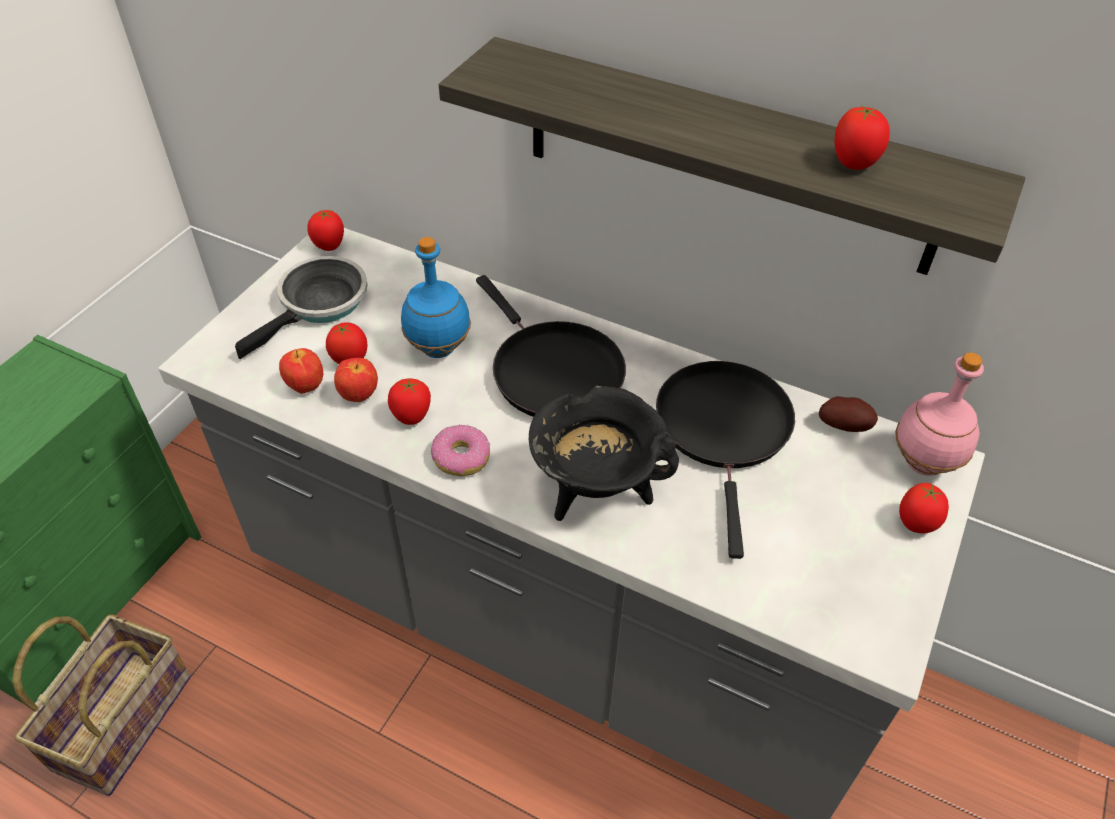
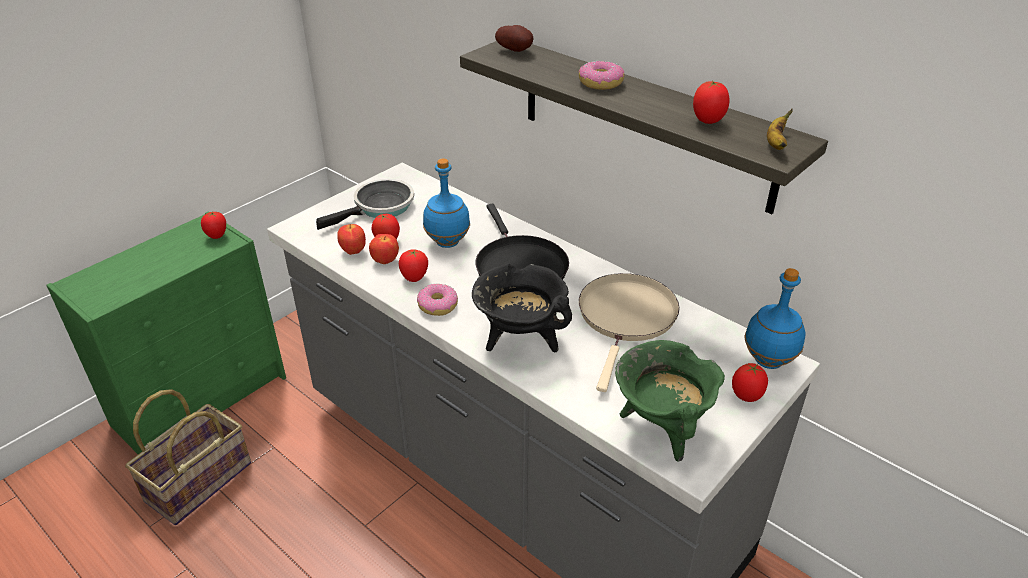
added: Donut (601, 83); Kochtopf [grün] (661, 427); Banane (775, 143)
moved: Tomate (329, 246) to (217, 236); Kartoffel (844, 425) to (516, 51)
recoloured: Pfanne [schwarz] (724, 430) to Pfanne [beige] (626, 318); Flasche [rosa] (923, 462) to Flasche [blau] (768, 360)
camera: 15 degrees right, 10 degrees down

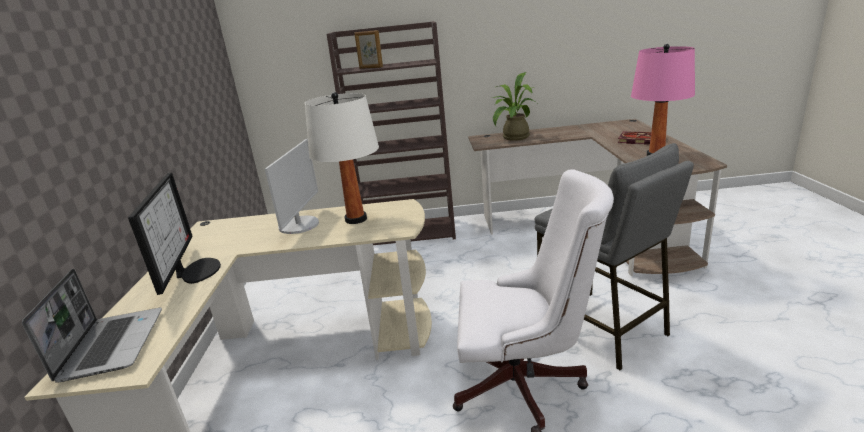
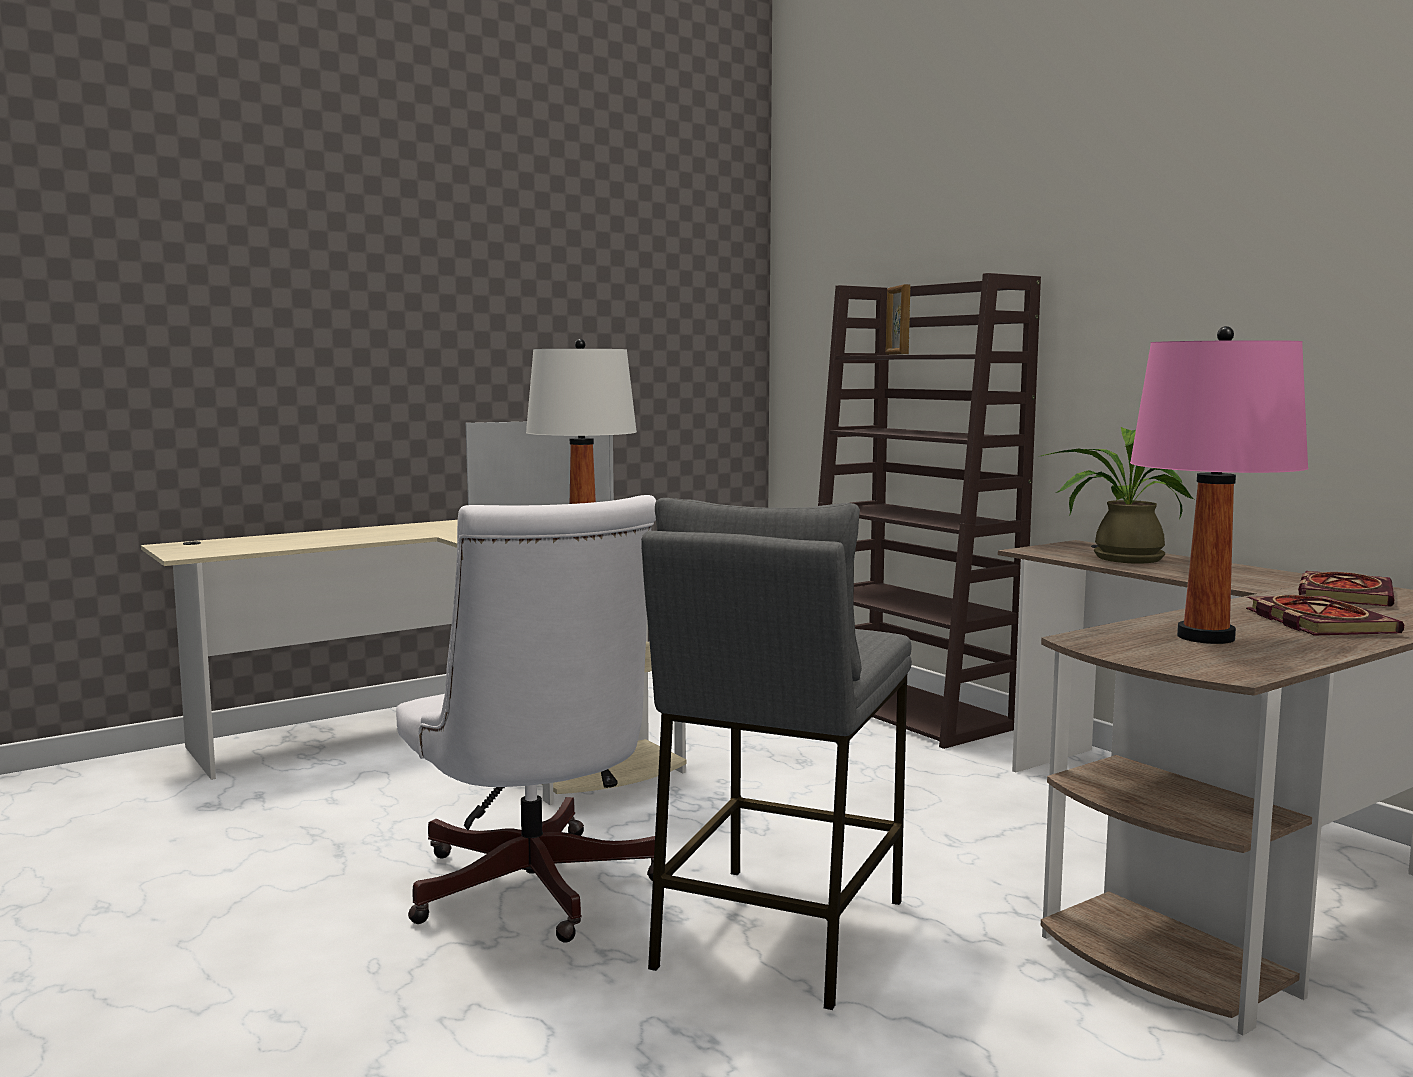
removed: Laptop (112, 344); Monitor (195, 271)
added: Buch (1343, 594)
camera: 55 degrees right, 15 degrees down

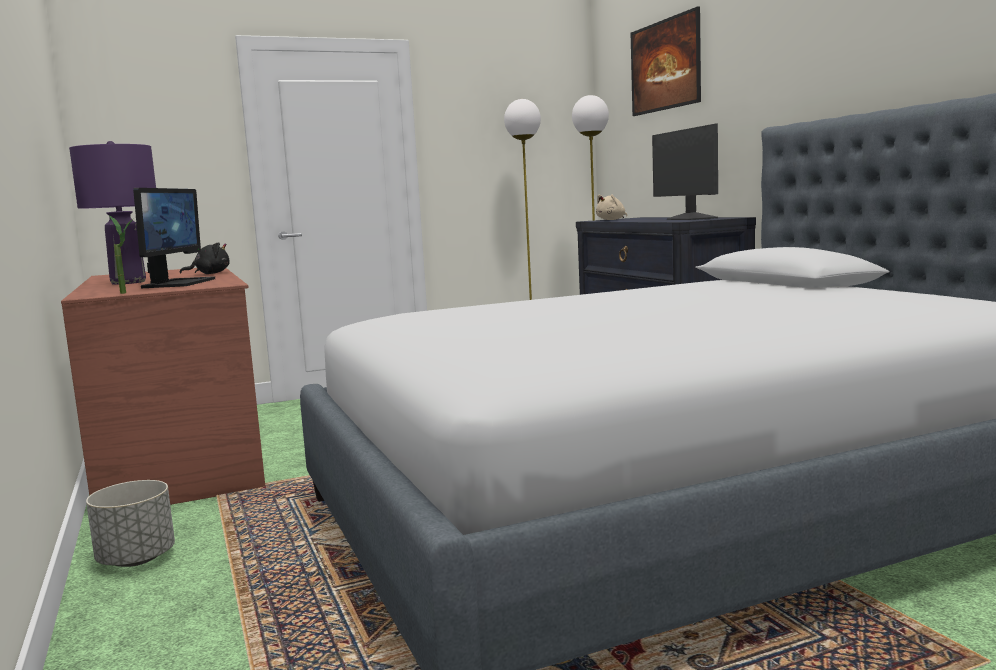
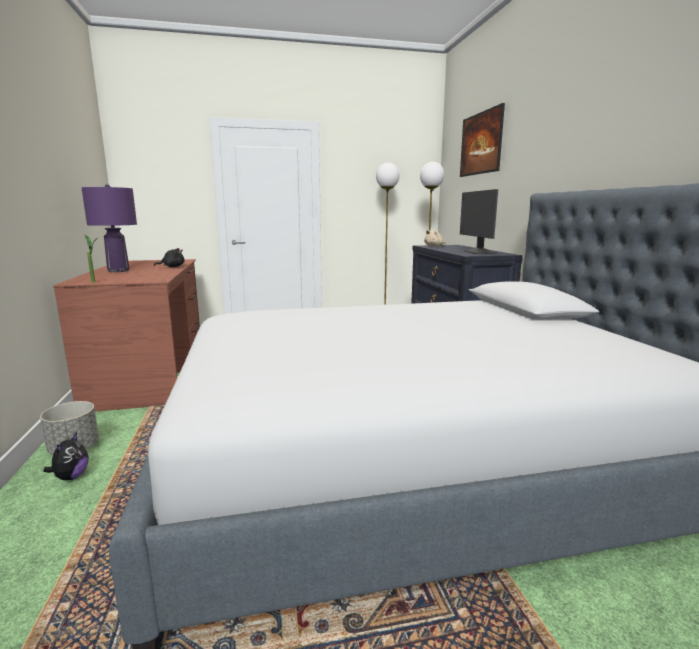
removed: Monitor (178, 283)
added: Plüschtier (71, 477)
camera: 10 degrees right, 5 degrees up

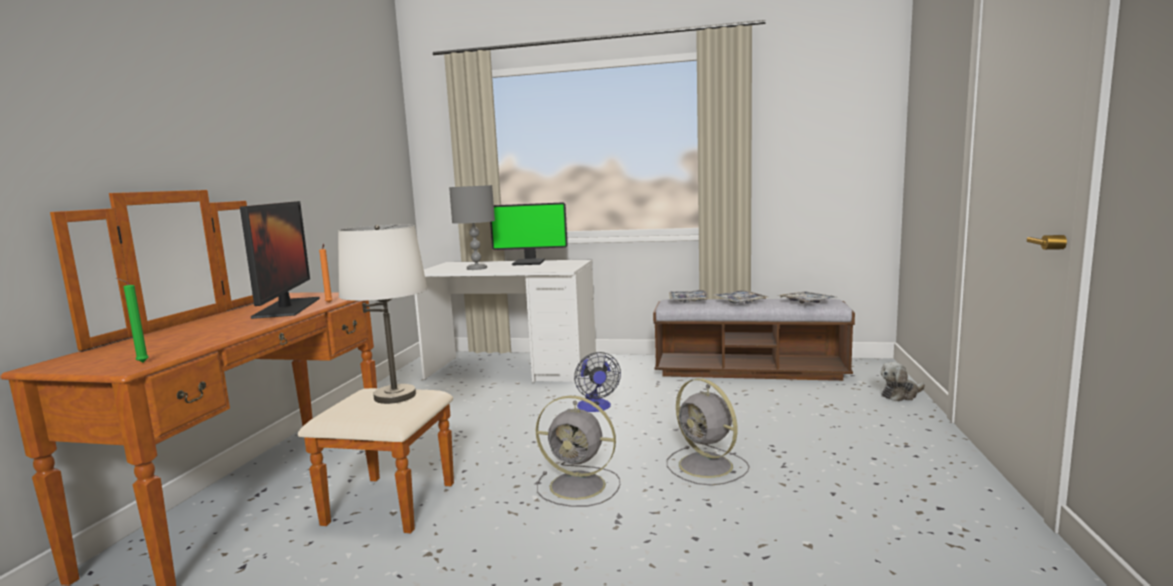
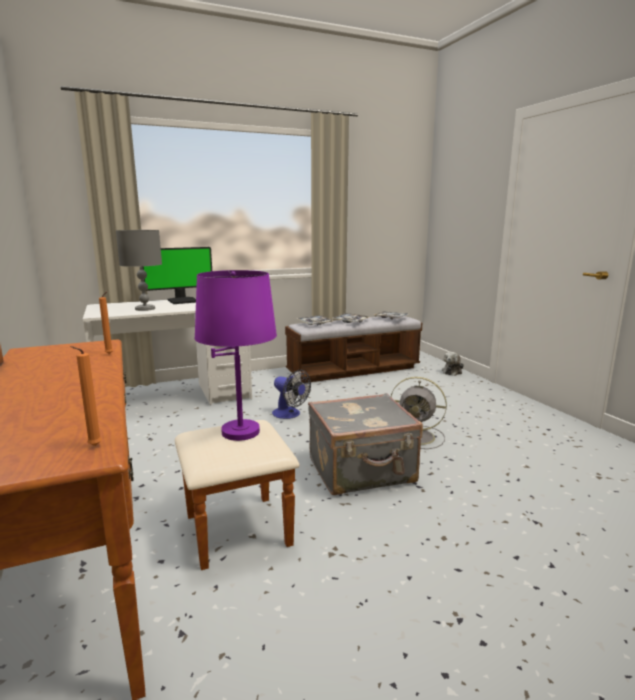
removed: Monitor (287, 308)
replaced: Ventilator [grau] (580, 486) to Koffer [grau] (362, 471)
recoloured: Kerze [grün] (140, 363) to Kerze [orange] (93, 446); Tischlampe [weiß] (395, 396) to Tischlampe [lila] (240, 432)
camera: 35 degrees left, 5 degrees up

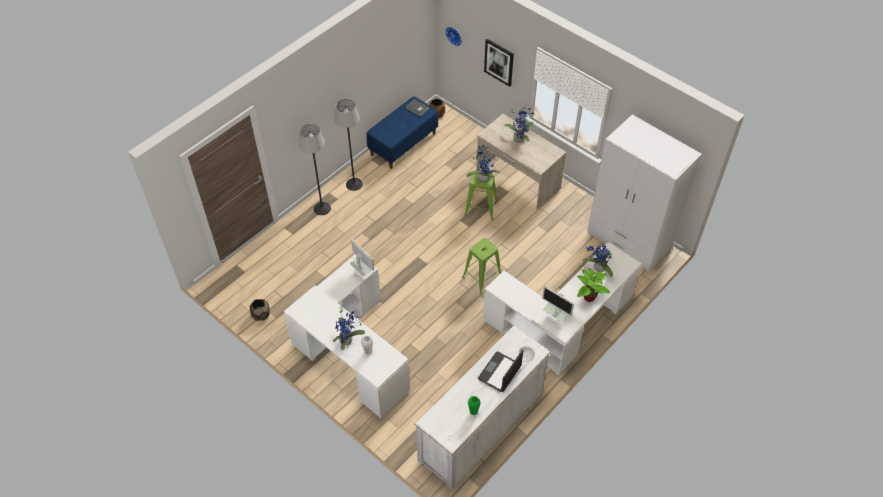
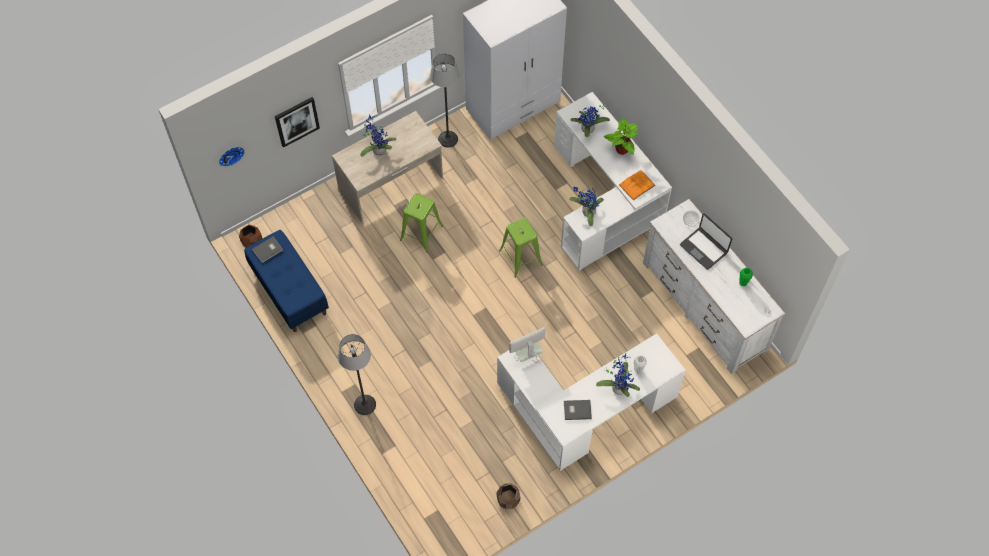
added: Buch [grau] (577, 409)
moved: Stehlampe (354, 184) to (447, 139); Topfpflanze (483, 177) to (587, 212)
replaced: Monitor (556, 315) to Buch [orange] (637, 185)
camera: 75 degrees left, 10 degrees up

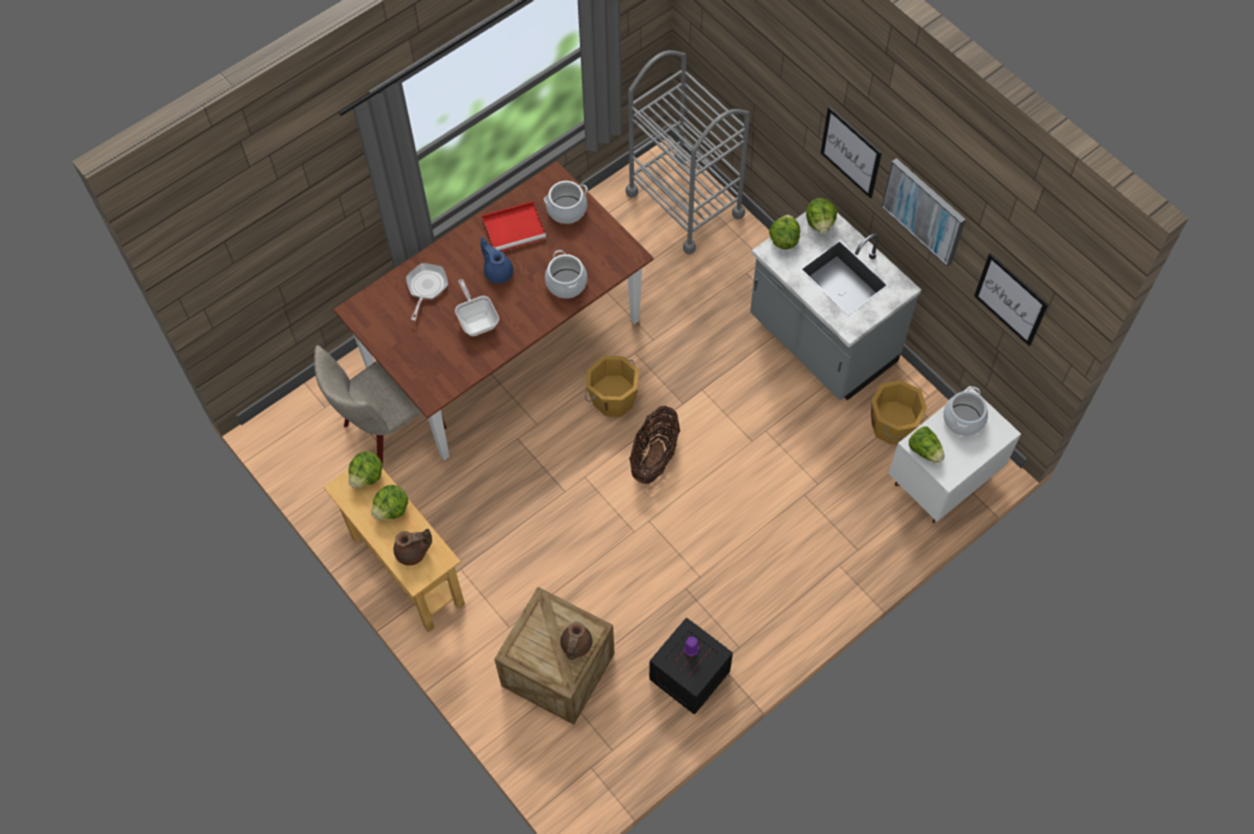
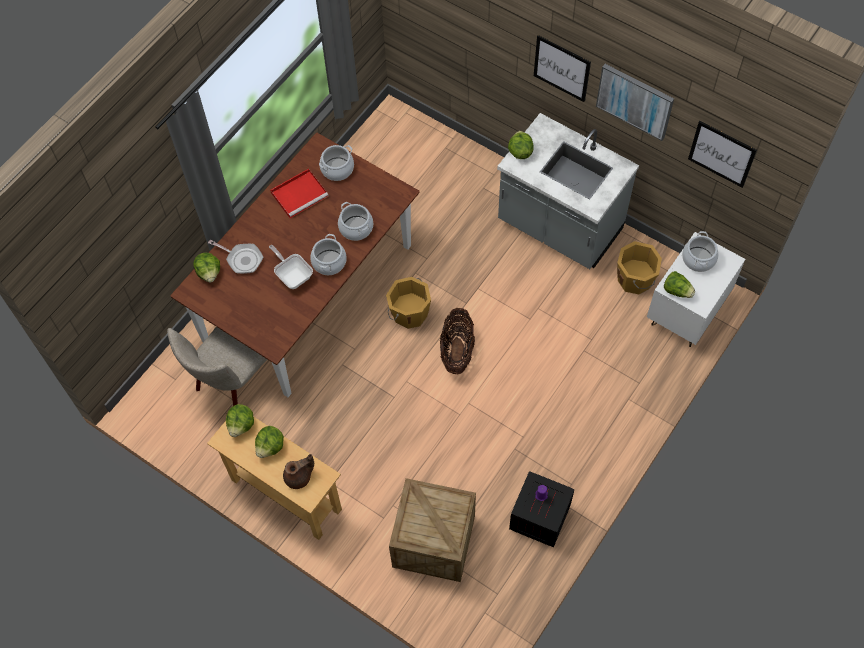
removed: Teekanne [blau] (498, 272); Teekanne [braun] (575, 645); Rollwagen [grau] (685, 203)
added: Kochtopf (329, 262)
moved: Salatkopf (820, 223) to (209, 273)
turned: Pfanne (426, 288) = (242, 259) 120 degrees clockwise
camera: 15 degrees left, 0 degrees up

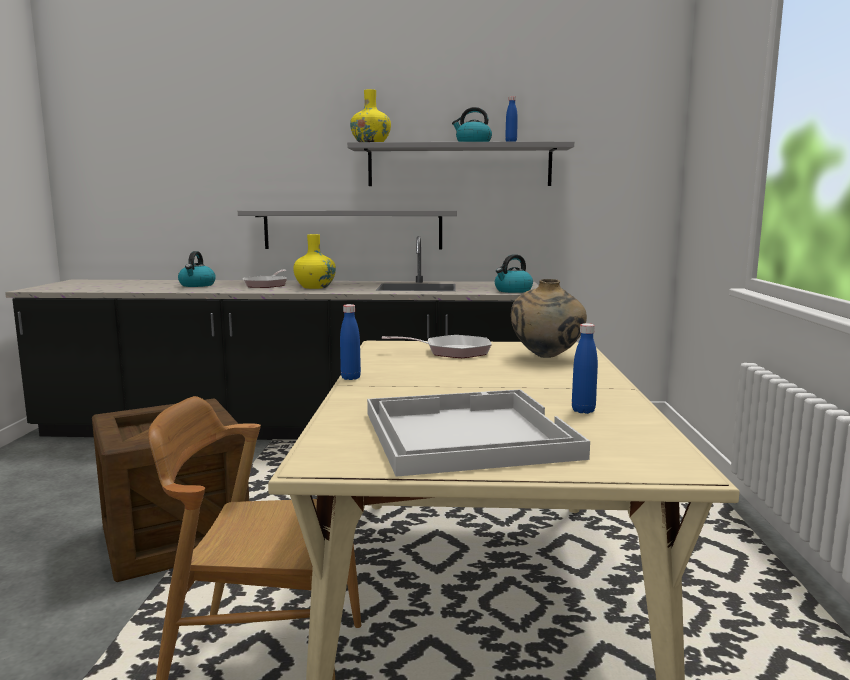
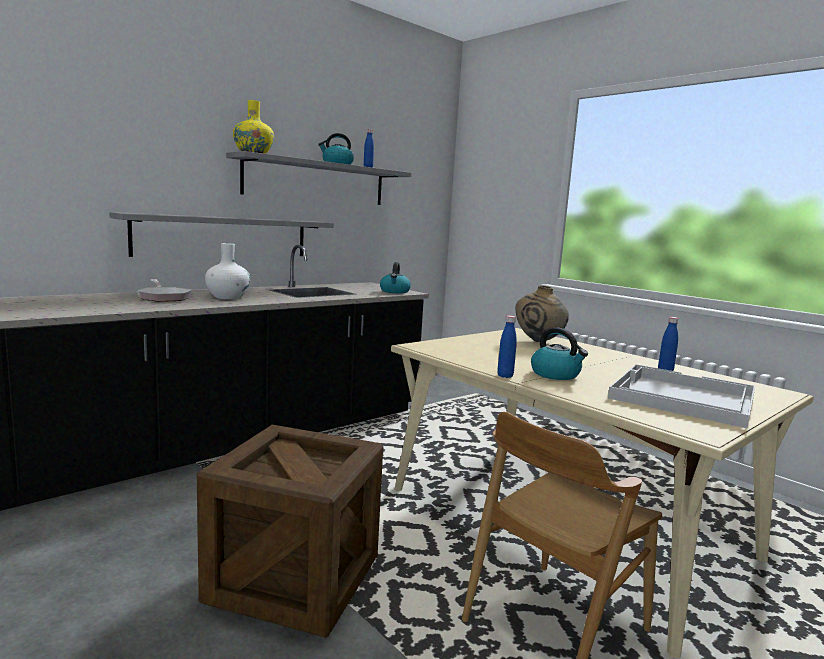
removed: Pfanne (452, 352)
moved: Wasserkessel (197, 285) to (556, 374)
recoloured: Vase [gelb] (315, 287) to Vase [weiß] (227, 297)
camera: 45 degrees left, 0 degrees up

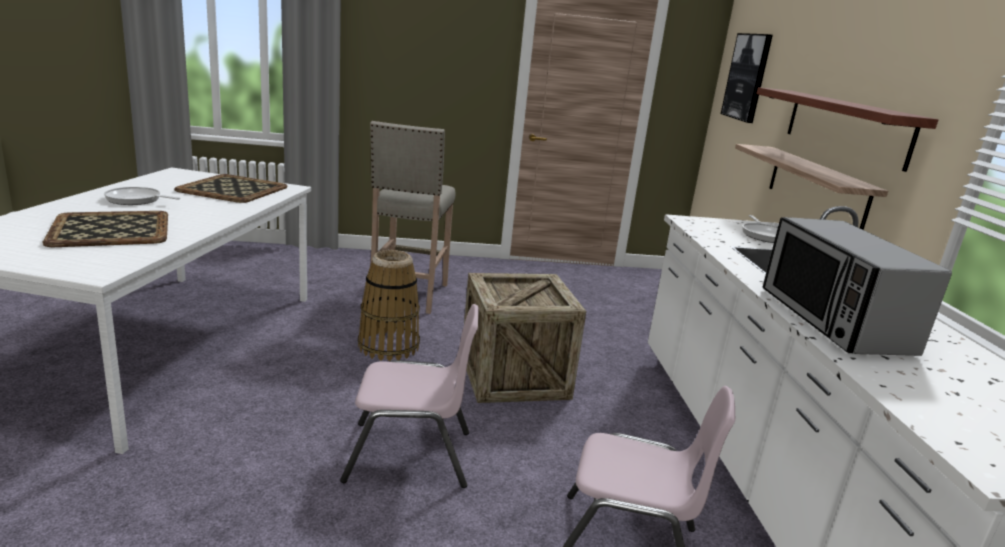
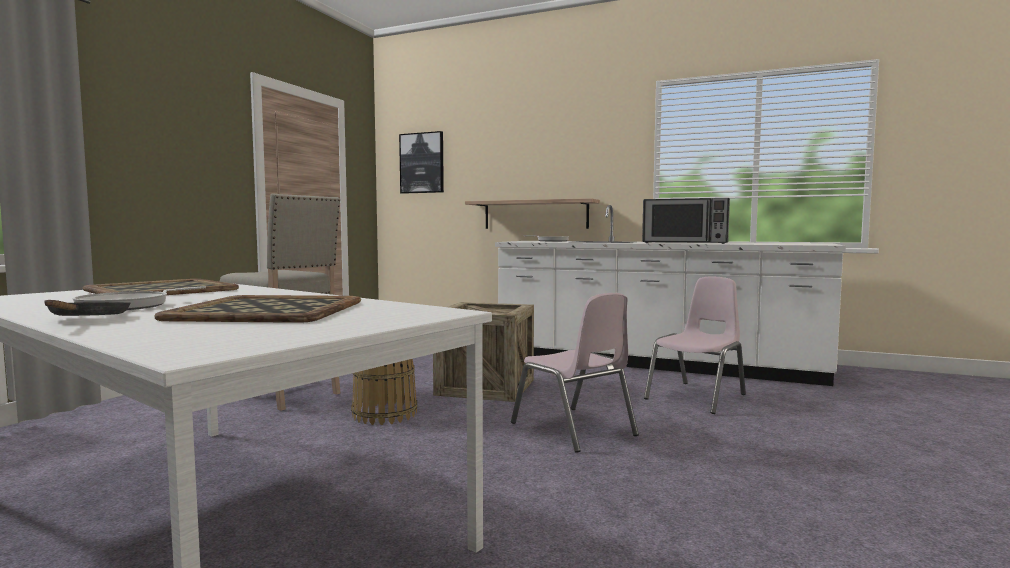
removed: Wandregal (845, 126)
added: Pfanne [schwarz] (87, 319)
turned: Stuhl [rosa] (410, 456) = (573, 429) 120 degrees clockwise
camera: 60 degrees left, 15 degrees down

